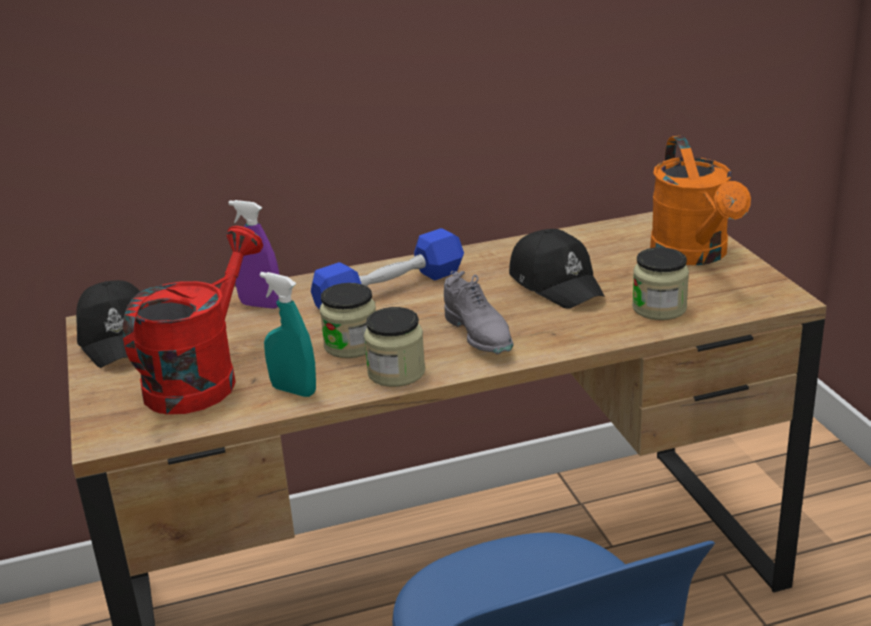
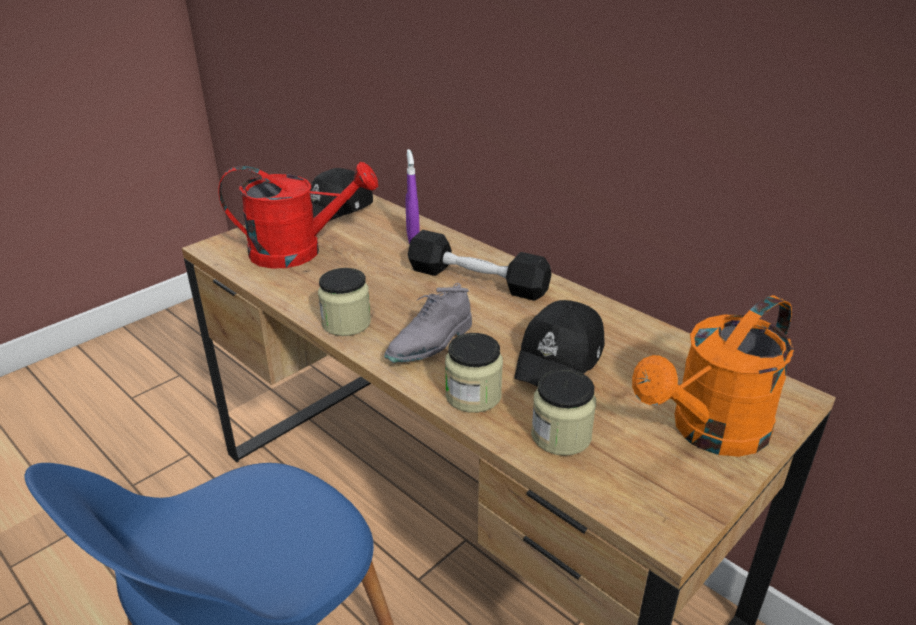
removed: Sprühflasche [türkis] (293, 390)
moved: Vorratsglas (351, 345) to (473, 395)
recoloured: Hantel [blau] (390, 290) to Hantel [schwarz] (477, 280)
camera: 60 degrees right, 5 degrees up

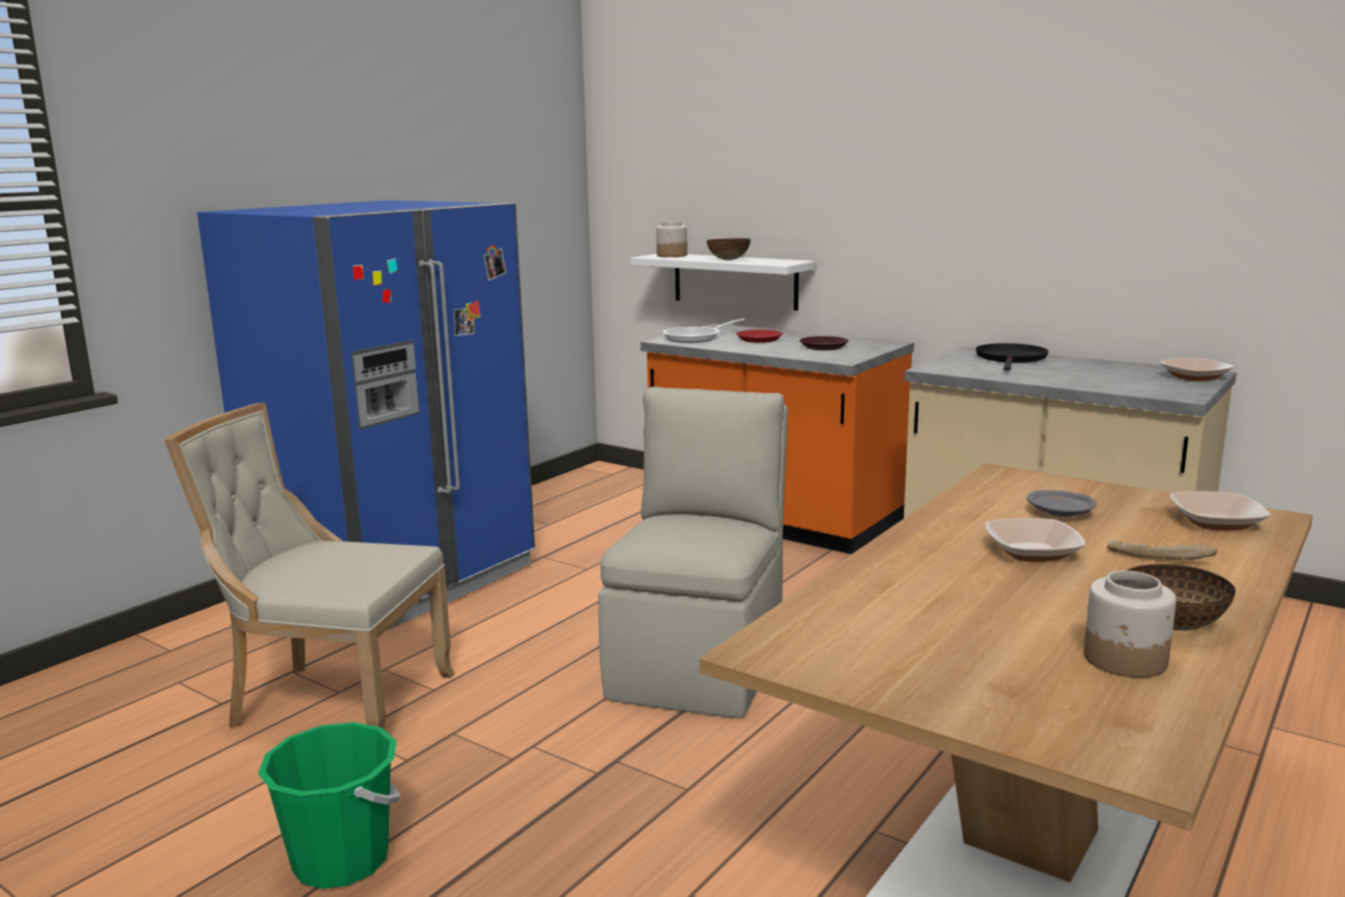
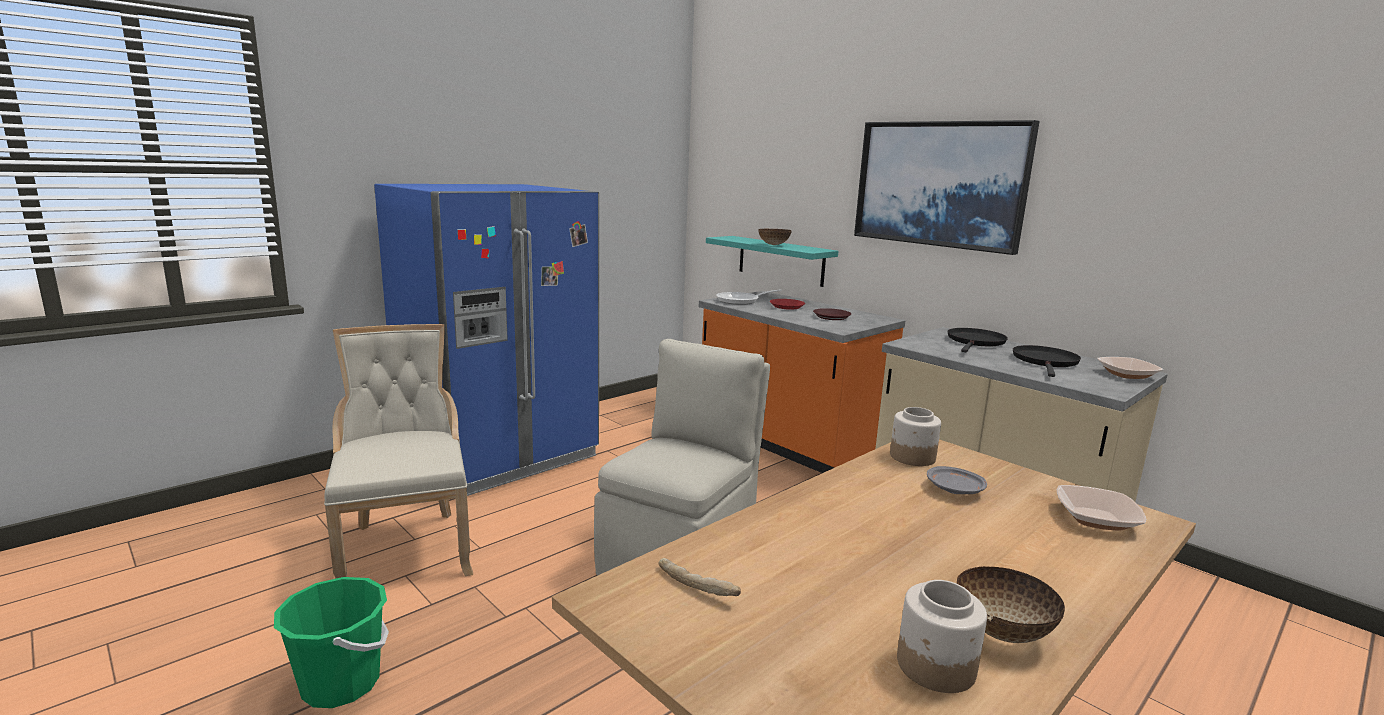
removed: Schüssel (1032, 552)
added: Bild (939, 184); Pfanne [schwarz] (1045, 362)
moved: Brot (1159, 558) to (697, 586); Vorratsglas (671, 255) to (912, 457)
recoloured: Wandregal [weiß] (735, 281) to Wandregal [türkis] (780, 260)
turned: Stuhl [beige] (333, 703) = (406, 548) 45 degrees clockwise
camera: 10 degrees right, 0 degrees up

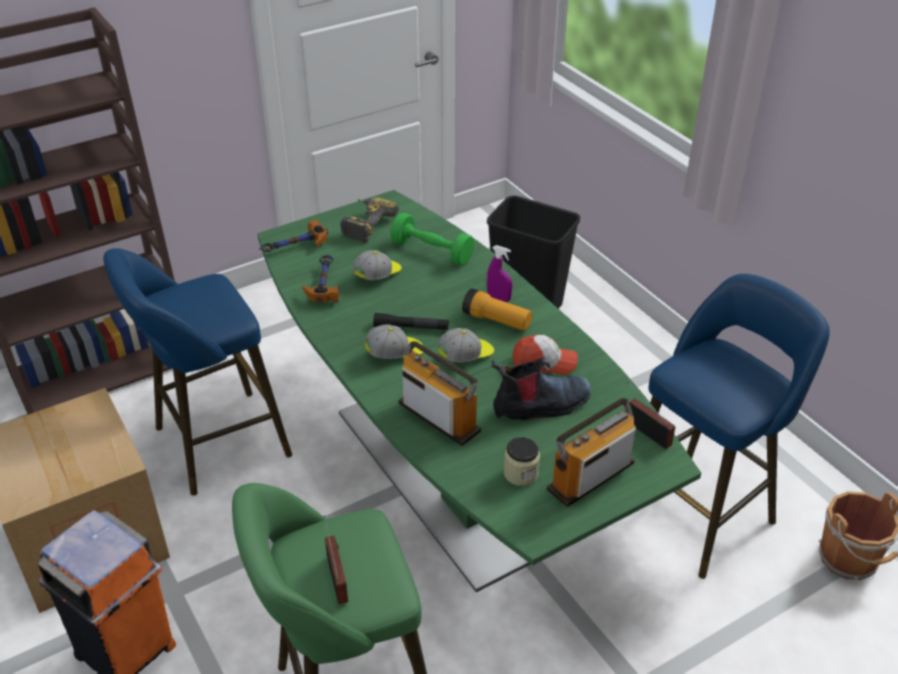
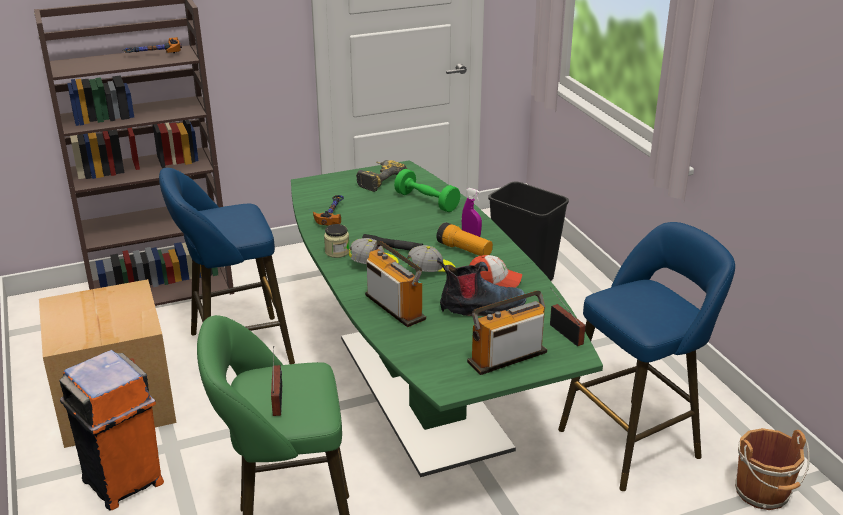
removed: Kappe (378, 275)
moved: Hammer (294, 248) to (153, 55); Vorratsglas (521, 473) to (337, 252)
camera: 10 degrees right, 10 degrees down

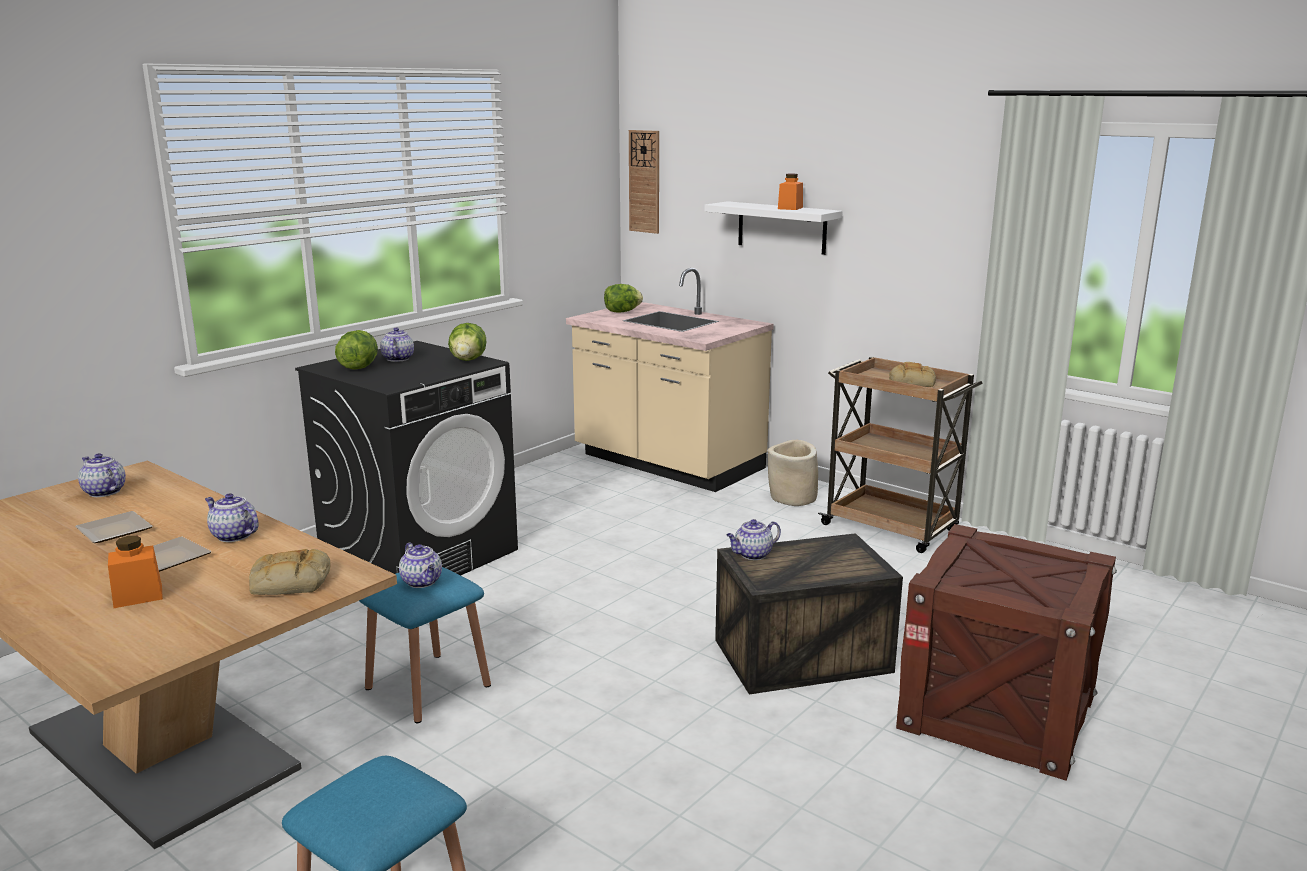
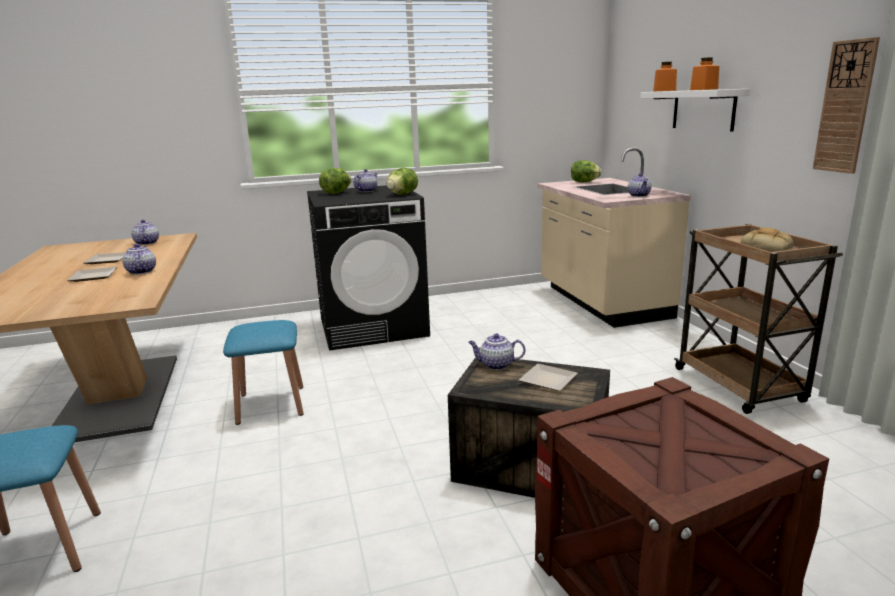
removed: Brot (289, 582); Pflanzkübel [beige] (793, 498)
added: Teller (545, 380)
moved: Teekanne (422, 582) to (639, 195); Vorratsglas [orange] (138, 596) to (664, 91); Wanduhr (644, 181) to (845, 107)
camera: 35 degrees right, 0 degrees up

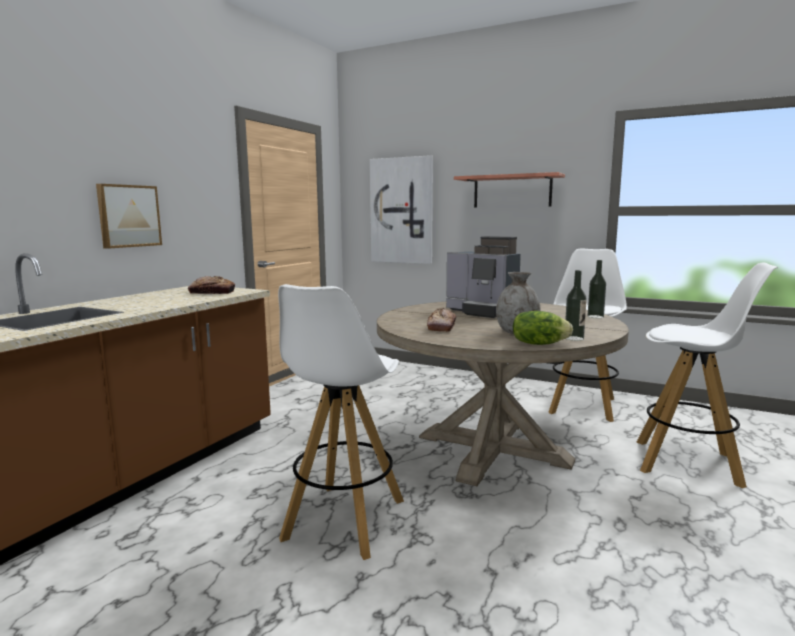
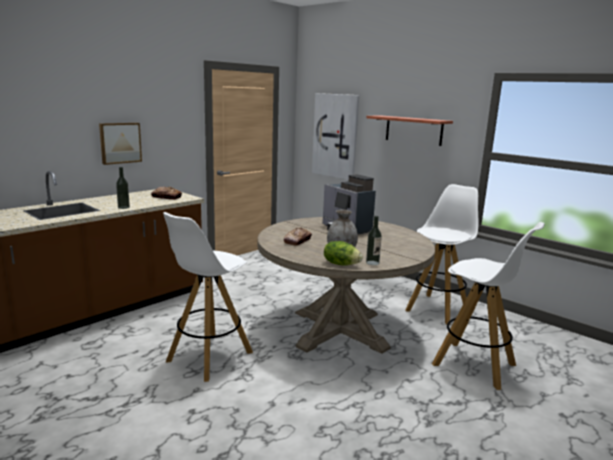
moved: Flasche (595, 316) to (123, 207)
camera: 15 degrees right, 5 degrees up

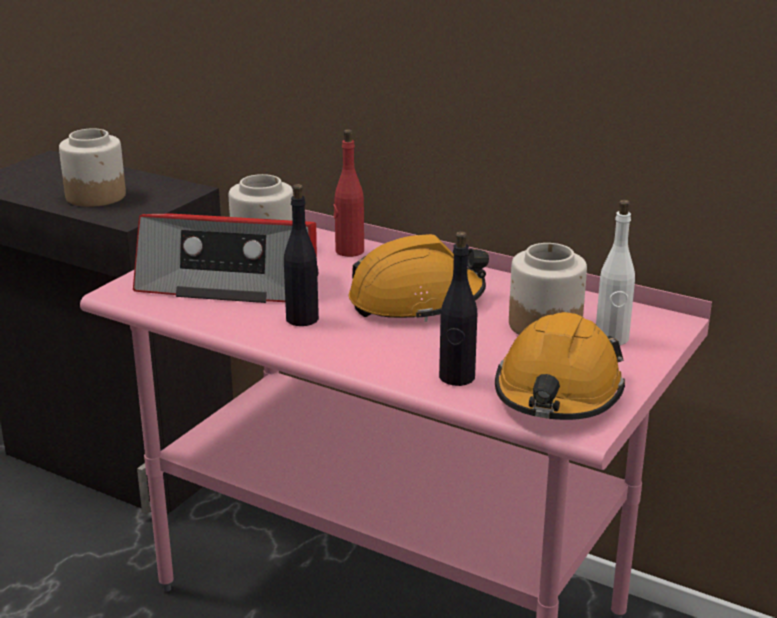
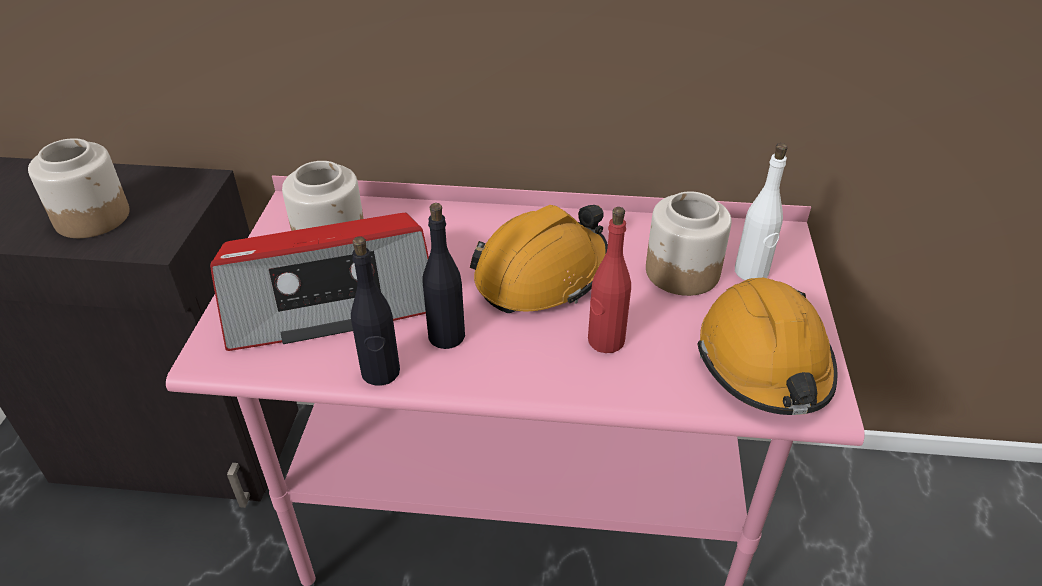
moved: Flasche [schwarz] (457, 377) to (380, 372); Flasche [rot] (349, 251) to (605, 341)
camera: 25 degrees left, 15 degrees up

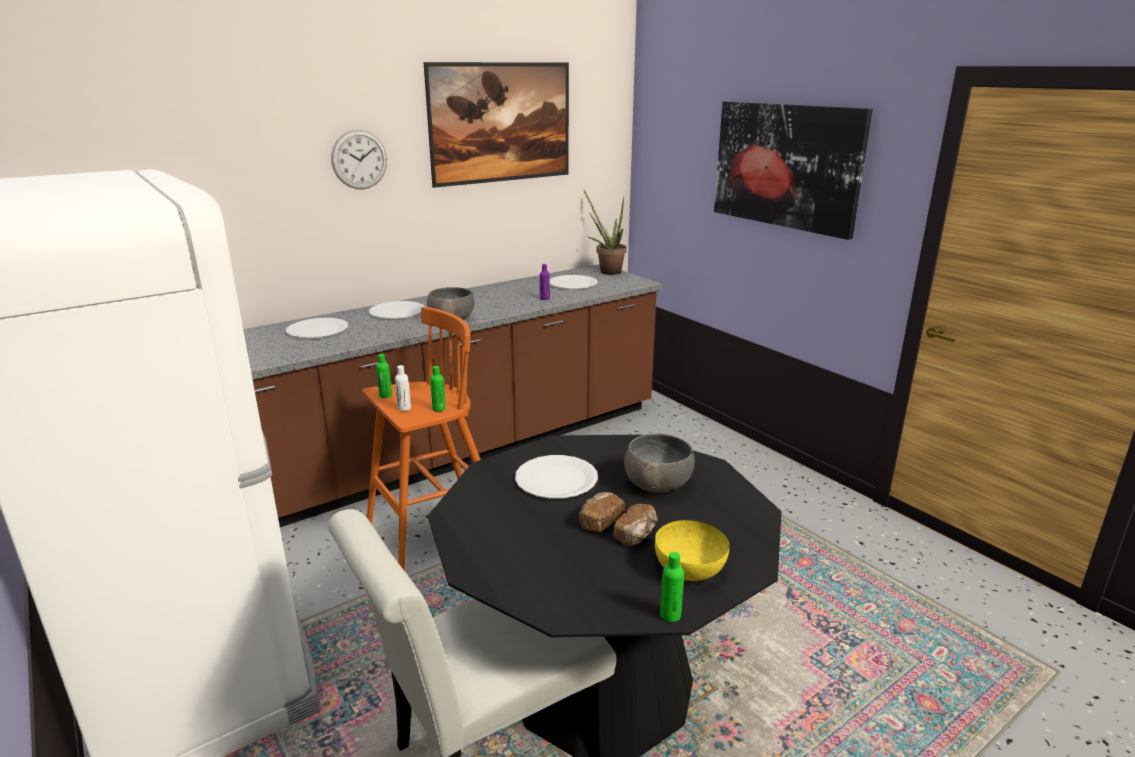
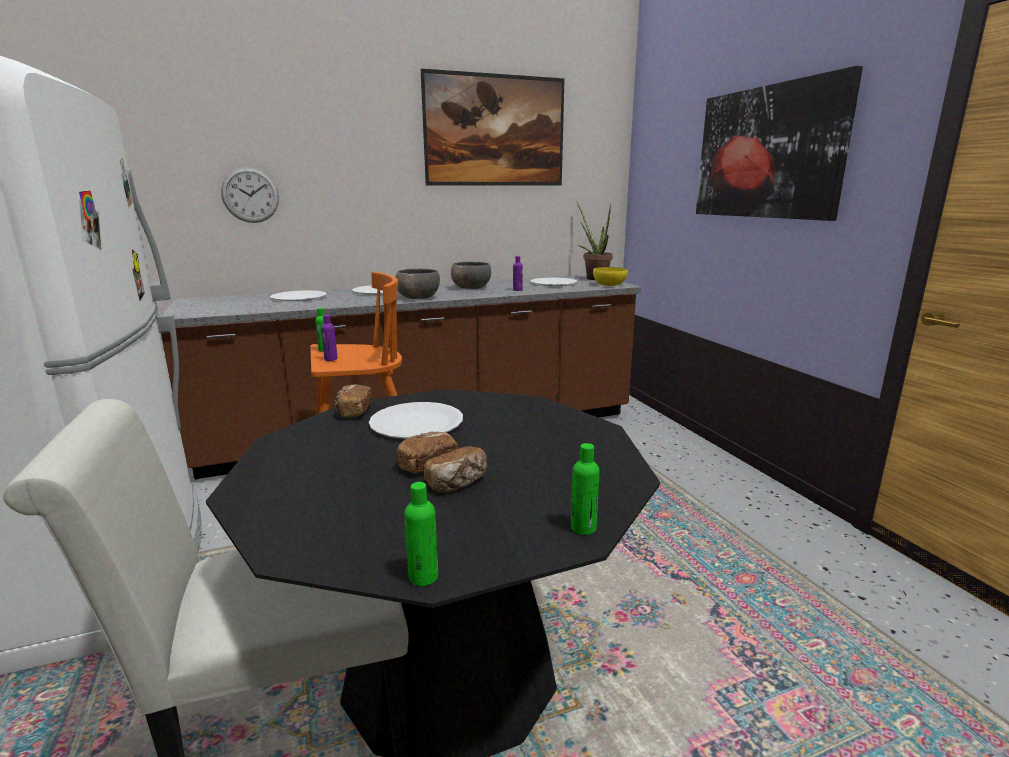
added: Brot (353, 411)
moved: Wanduhr (359, 159) to (250, 195); Schüssel [grau] (657, 484) to (471, 288); Flasche [grün] (439, 408) to (583, 528); Schüssel [gelb] (690, 568) to (610, 285)
recoloured: Flasche [weiß] (404, 408) to Flasche [lila] (331, 359)
camera: 15 degrees right, 5 degrees down

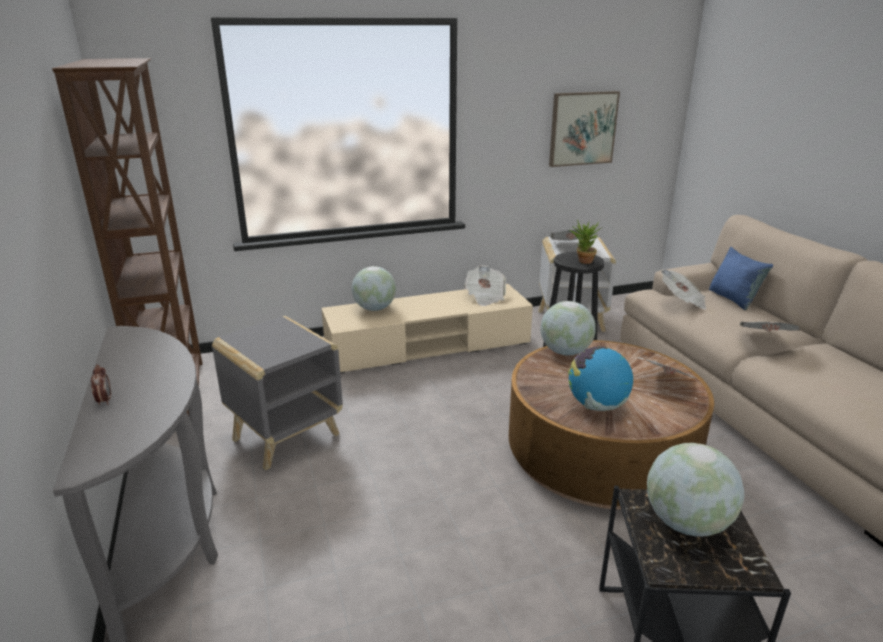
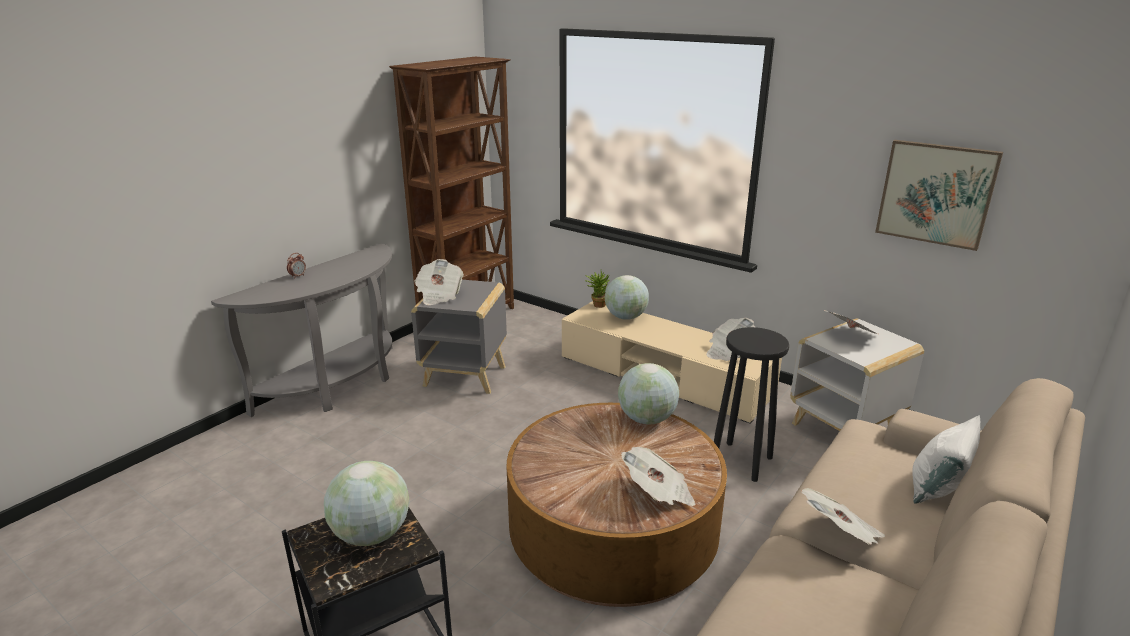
removed: Globus (597, 405)
moved: Zeitung (682, 301) to (439, 295); Topfpflanze (583, 262) to (597, 304)
recoloured: Kissen [blau] (733, 299) to Kissen [weiß] (938, 488)
camera: 55 degrees right, 0 degrees up

